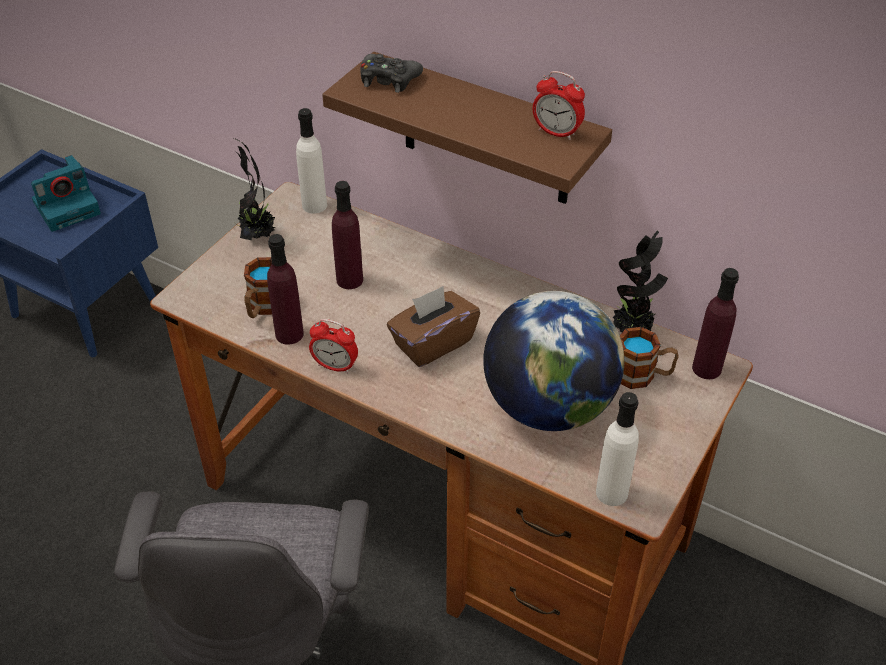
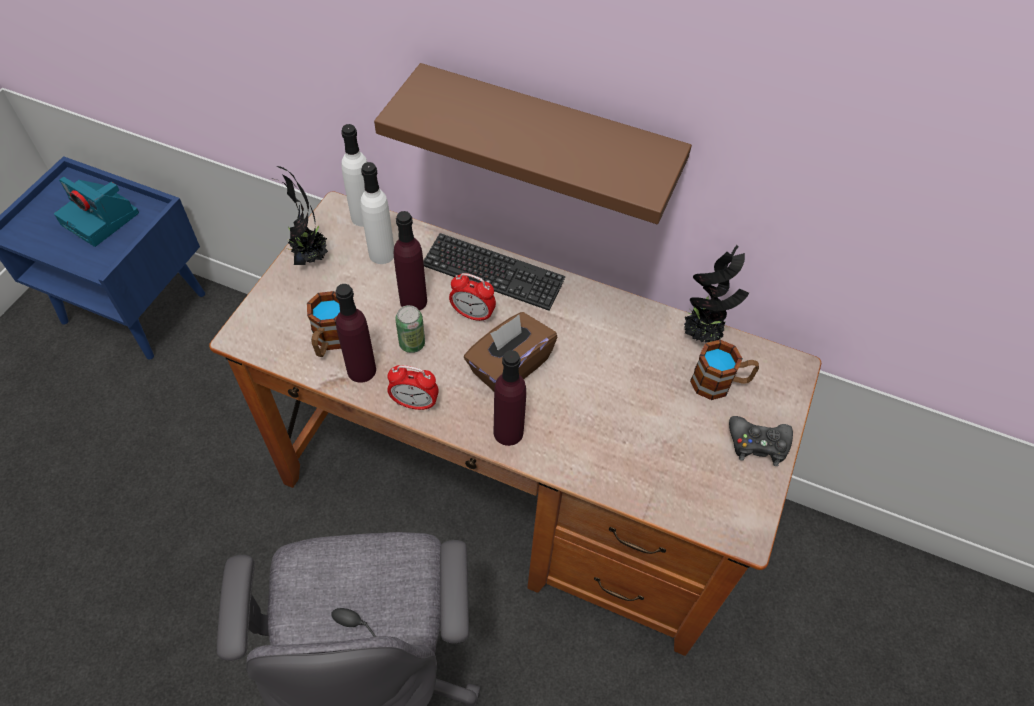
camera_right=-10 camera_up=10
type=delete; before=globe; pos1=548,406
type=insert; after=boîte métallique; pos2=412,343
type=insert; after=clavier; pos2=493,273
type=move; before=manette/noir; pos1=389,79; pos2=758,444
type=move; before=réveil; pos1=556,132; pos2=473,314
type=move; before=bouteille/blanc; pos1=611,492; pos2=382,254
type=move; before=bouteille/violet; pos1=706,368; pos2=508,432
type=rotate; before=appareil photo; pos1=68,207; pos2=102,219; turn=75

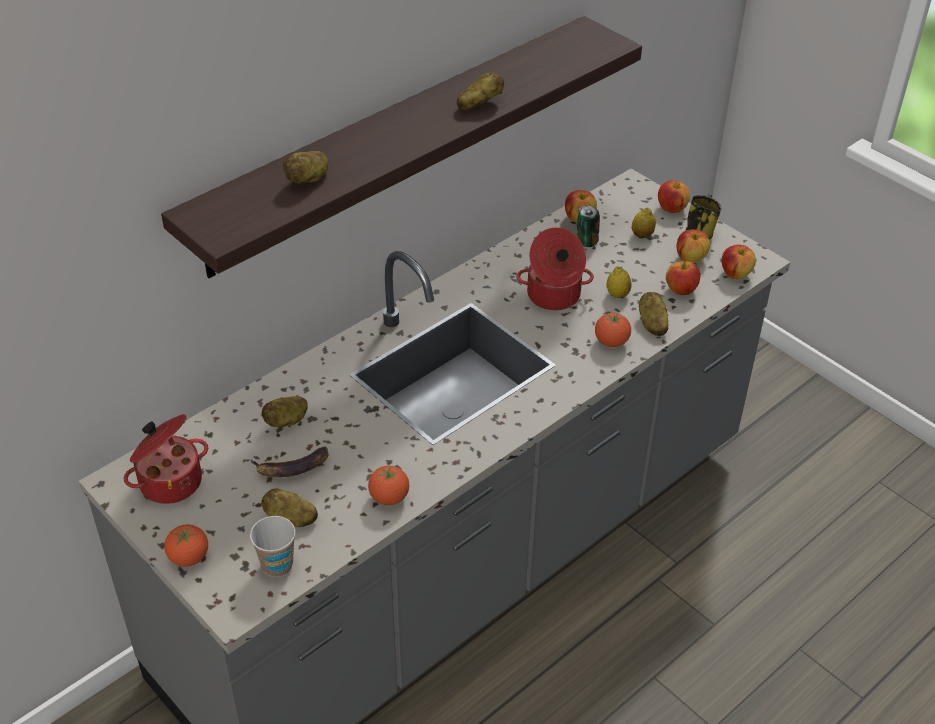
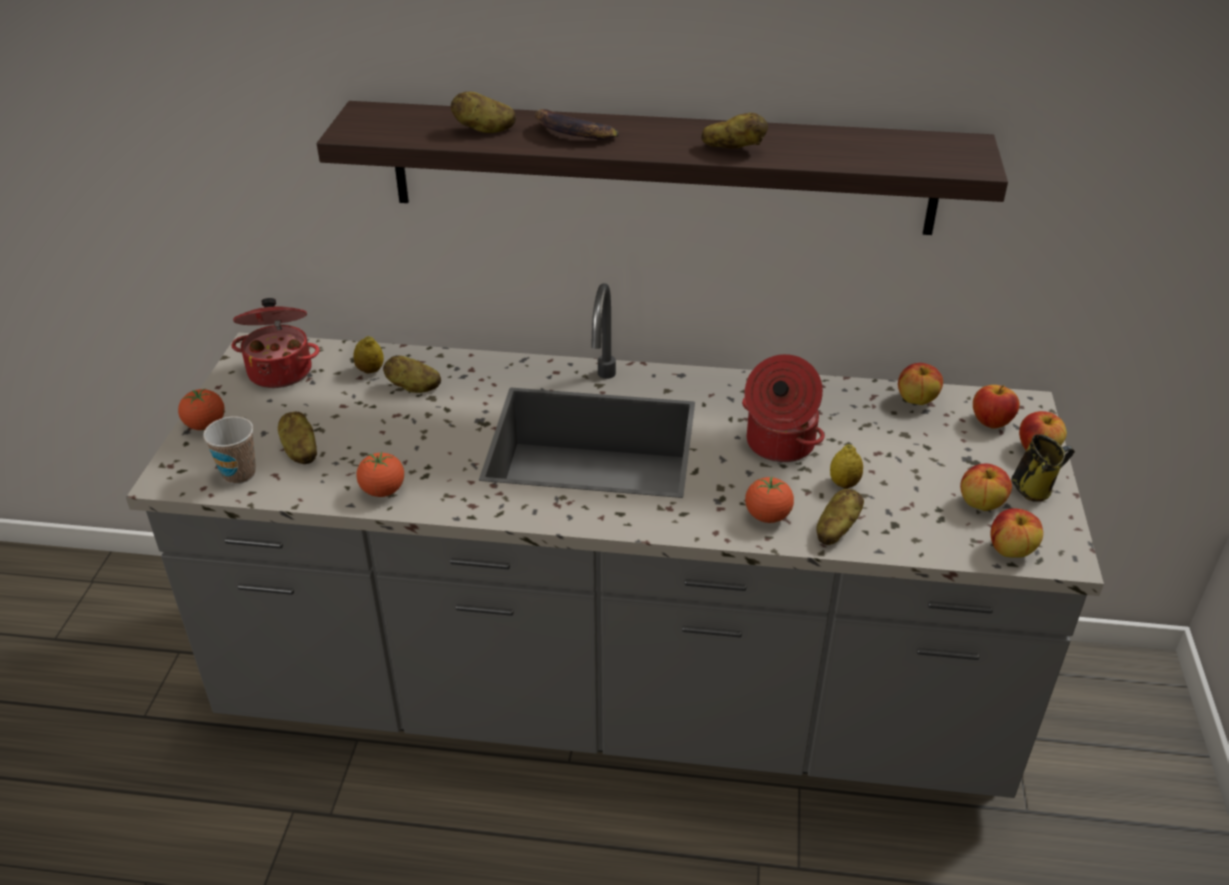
camera_right=50 camera_up=-5
type=delete; before=boîte métallique; pos1=586,241
type=move; before=banane; pos1=291,468; pos2=571,133
type=move; before=citron; pos1=642,235; pos2=370,370
type=move; before=pomme; pos1=681,290; pos2=991,422

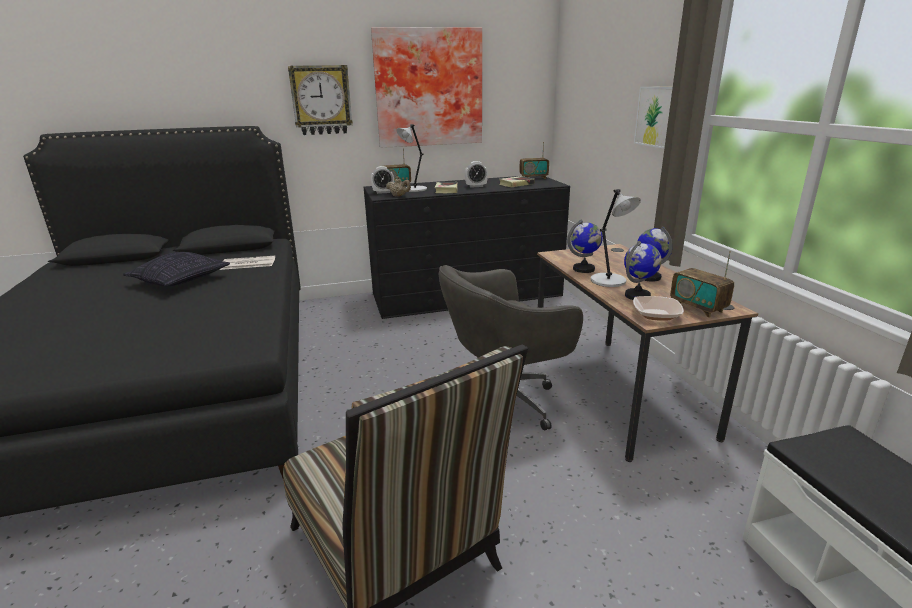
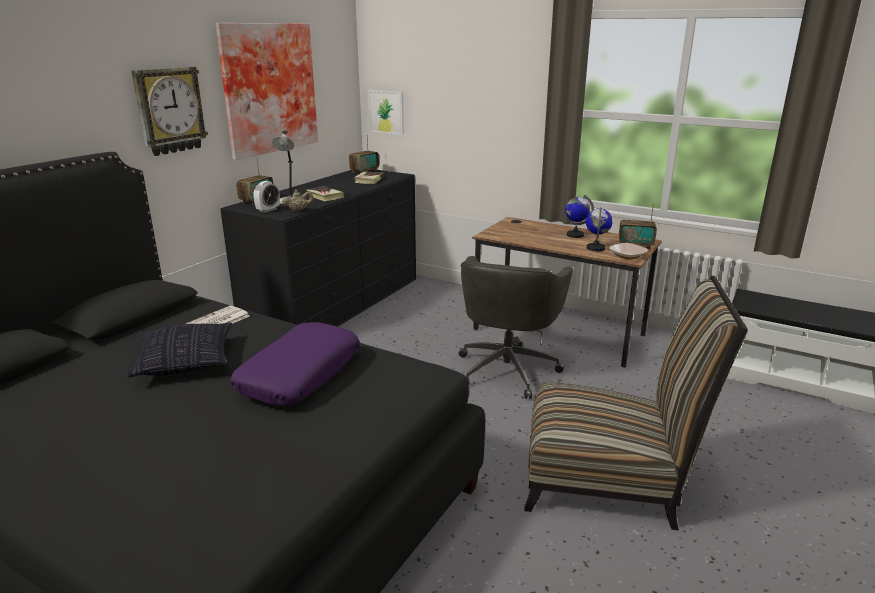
camera_right=-45 camera_up=0
type=delete; before=réveil; pos1=476,186
type=delete; before=globe; pos1=584,269
type=delete; before=lampe de table/gris; pos1=609,281
type=insert; after=coussin/violet; pos2=300,374
type=move; before=tableau; pos1=655,117; pos2=386,112

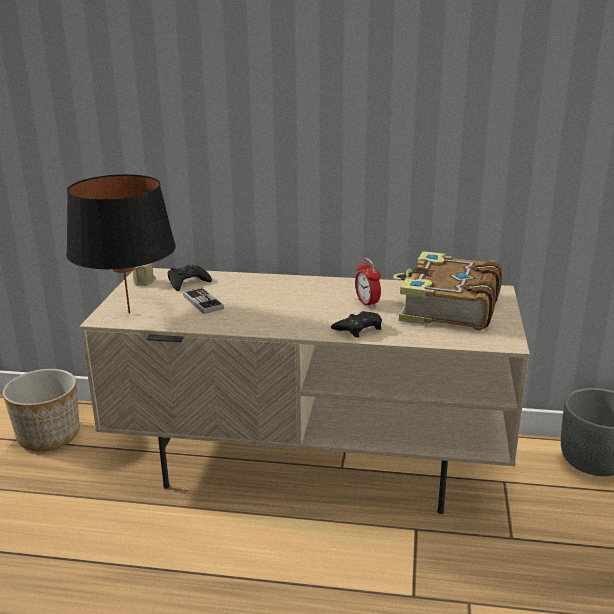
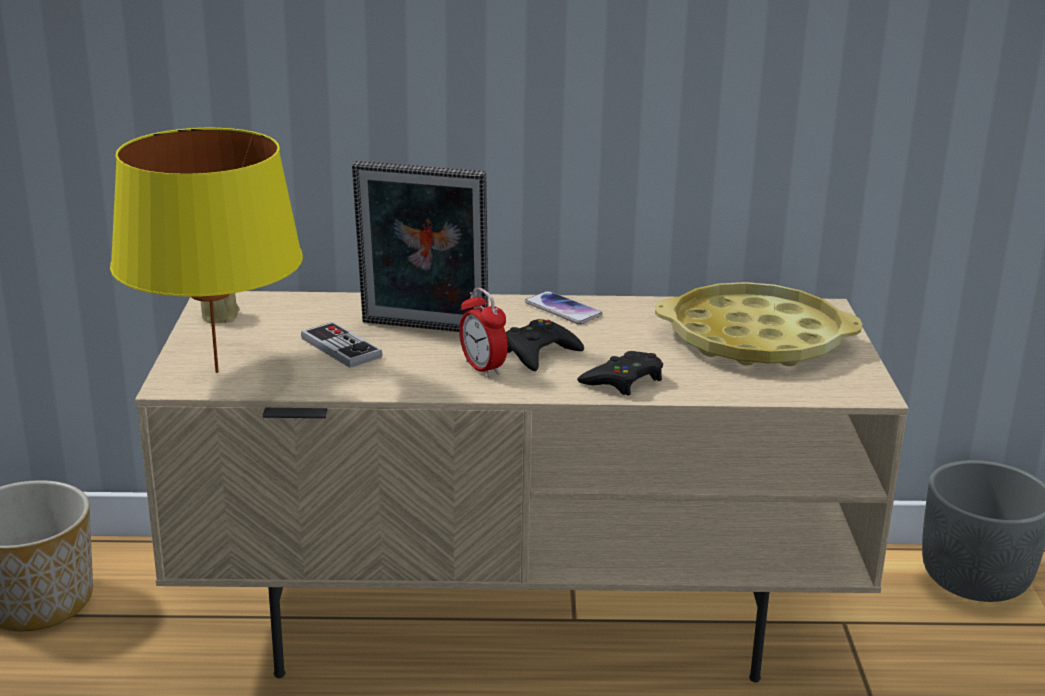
camera_right=-10 camera_up=0
type=insert; after=cadre photo; pos2=423,329
type=insert; after=téléphone; pos2=563,309
type=move; before=manette/noir; pos1=187,282; pos2=539,353
type=move; before=réveil; pos1=367,303; pos2=483,368
type=replace; before=livre; after=plateau/jaune; pos1=447,308; pos2=755,339
type=recolor; before=lampe de table/noir; after=lampe de table/jaune; pos1=129,312; pos2=216,371

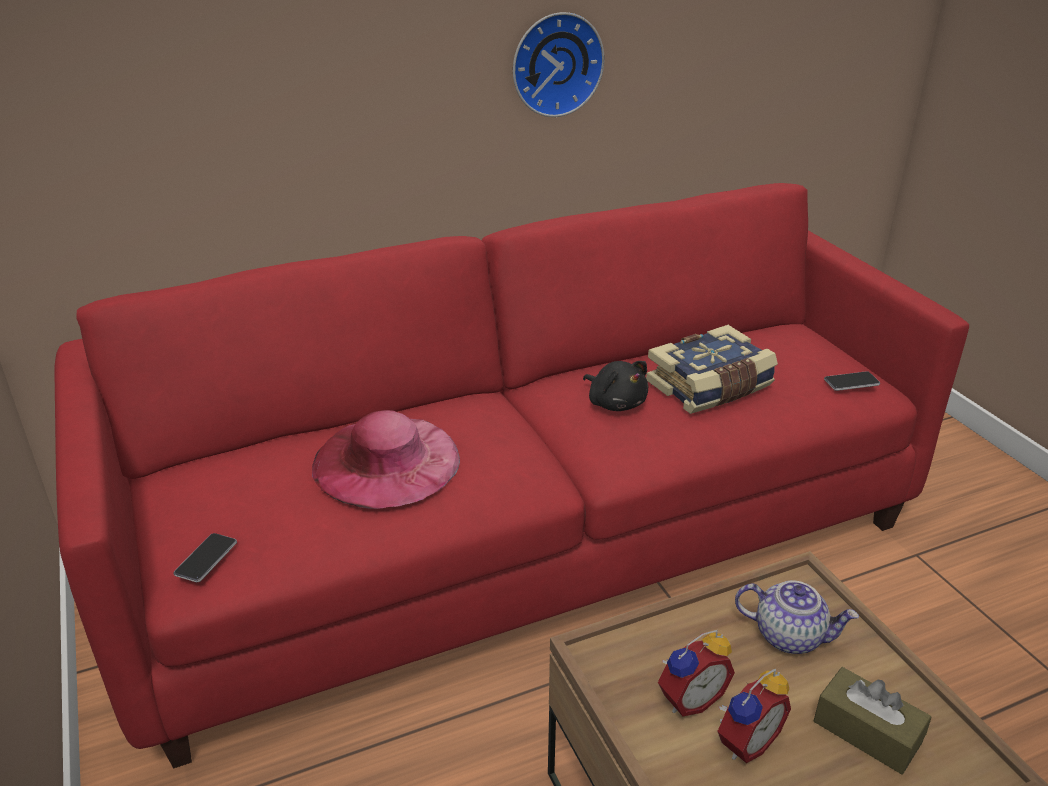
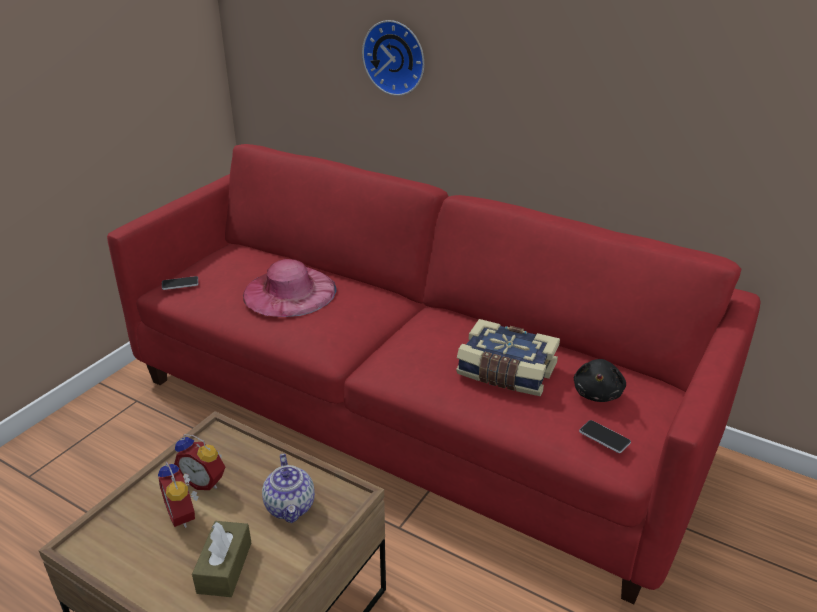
camera_right=55 camera_up=0
type=move; before=horloge murale; pos1=555,64; pos2=396,57
type=move; before=peluche/noir; pos1=615,403; pos2=597,393
type=rotate; before=réveil; pos1=744,741; pos2=184,514; turn=45

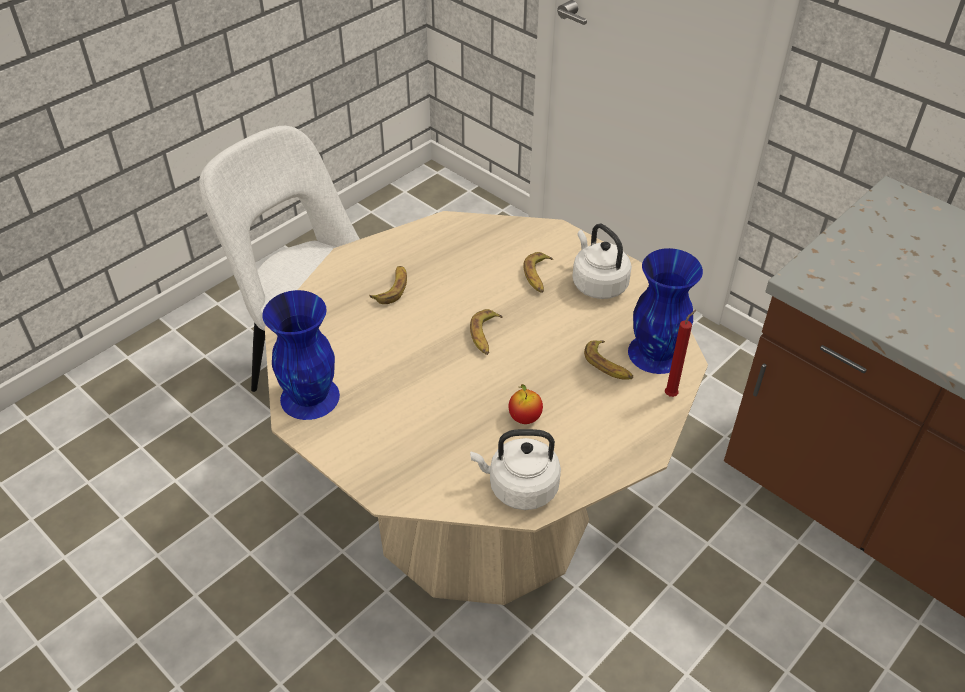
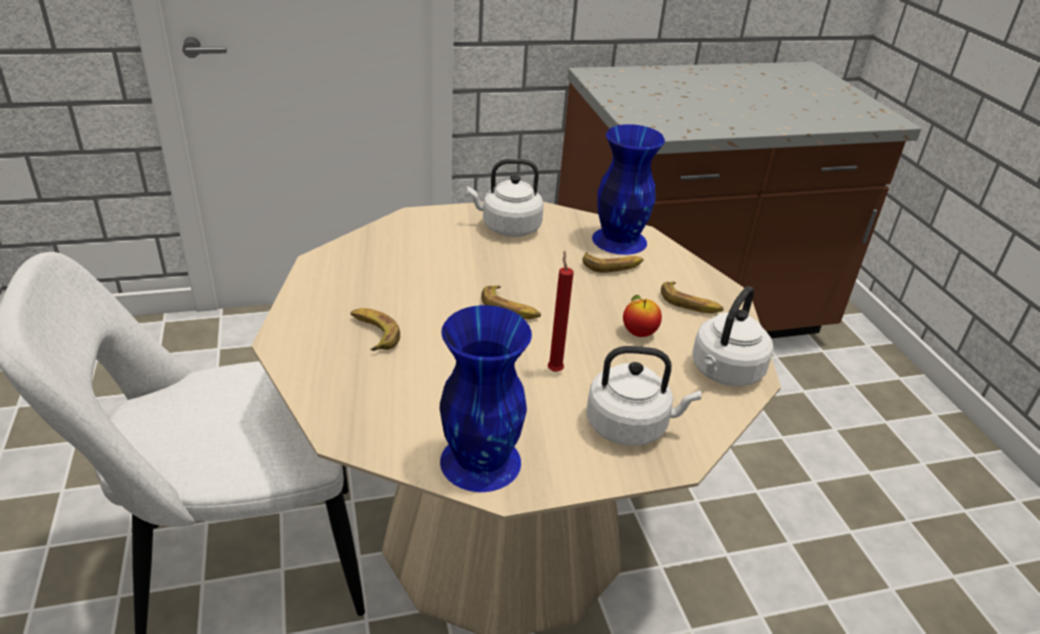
camera_right=-60 camera_up=-10
type=insert; after=bouilloire/blanc; pos2=630,426
type=move; before=banane; pos1=538,276; pos2=690,304
type=move; before=bougie/rouge; pos1=672,394; pos2=554,369

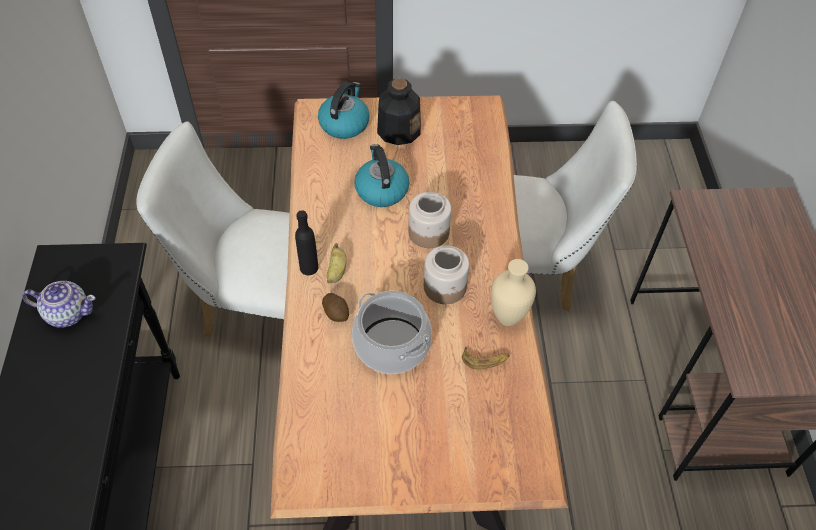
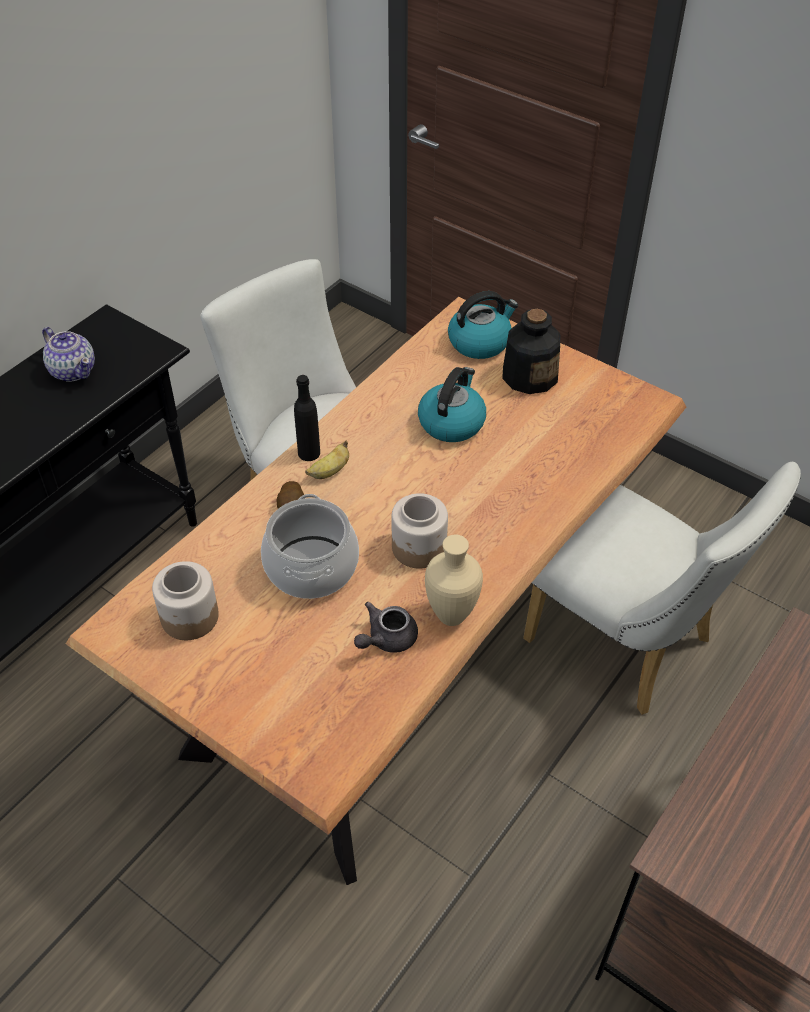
camera_right=40 camera_up=-5
type=move; before=bocal; pos1=428,232; pos2=189,617
type=replace; before=banane; after=théière/gris; pos1=485,360; pos2=386,639

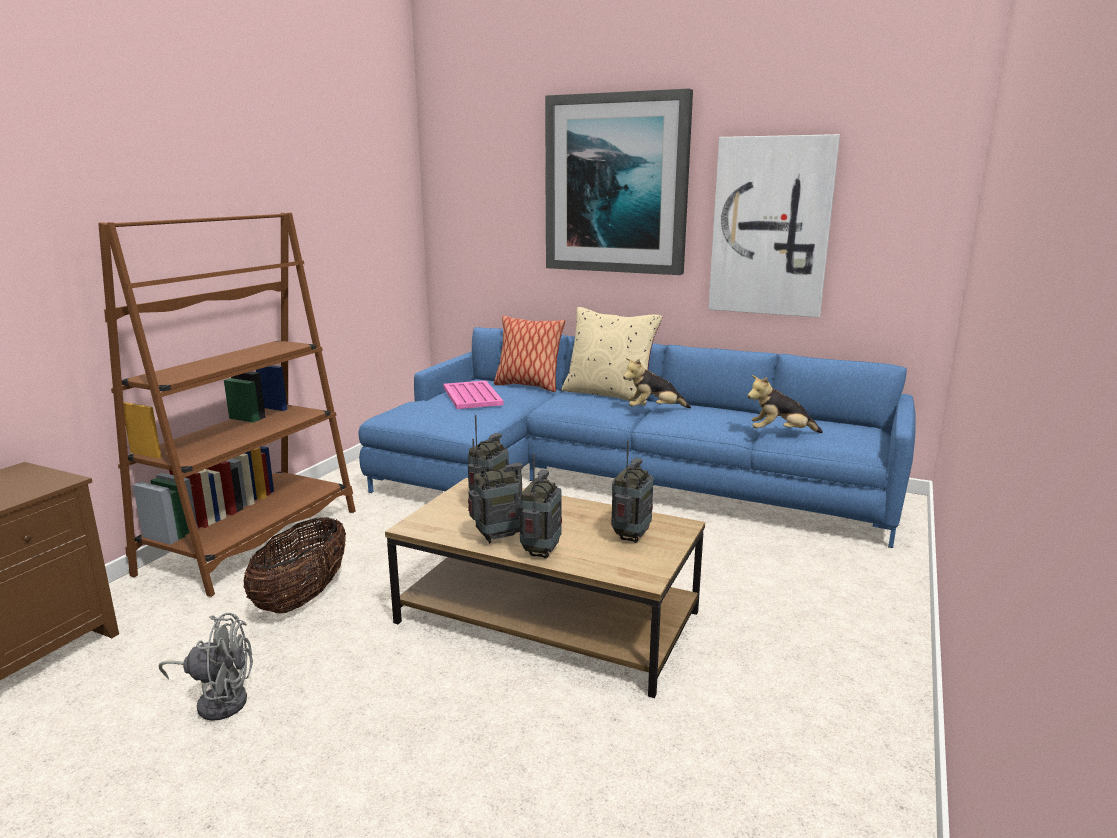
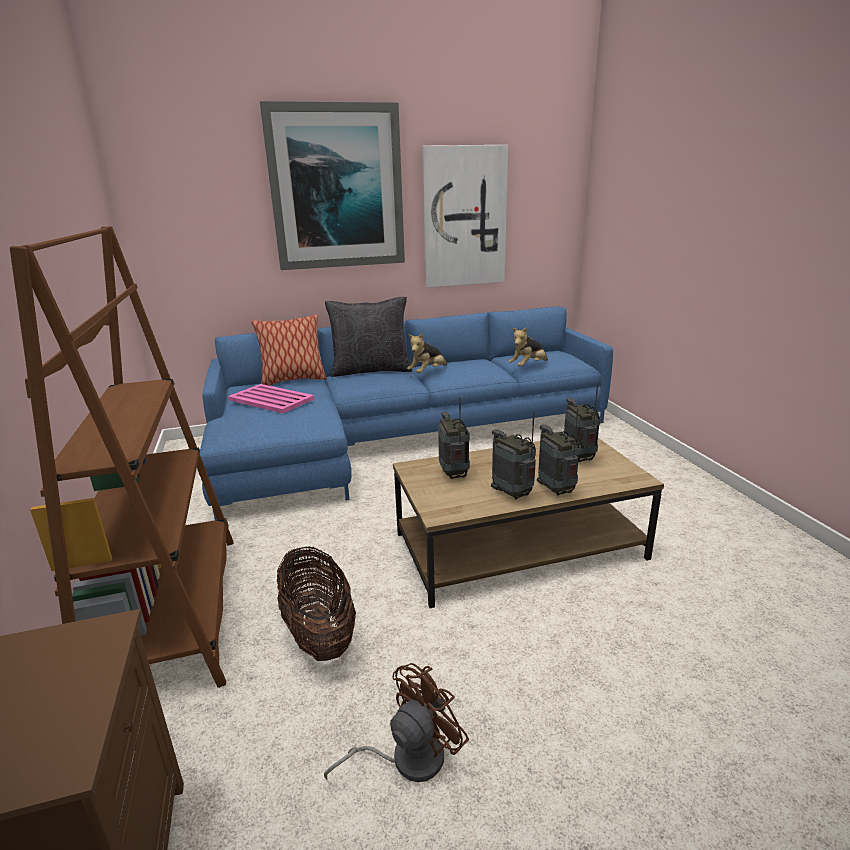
camera_right=-40 camera_up=5
type=recolor; before=ventilateur/gris; after=ventilateur/marron; pos1=218,700; pos2=407,758
type=recolor; before=coussin/beige; after=coussin/noir; pos1=609,394; pos2=371,371
type=rotate; before=radio; pos1=498,538; pos2=513,494; turn=-60

